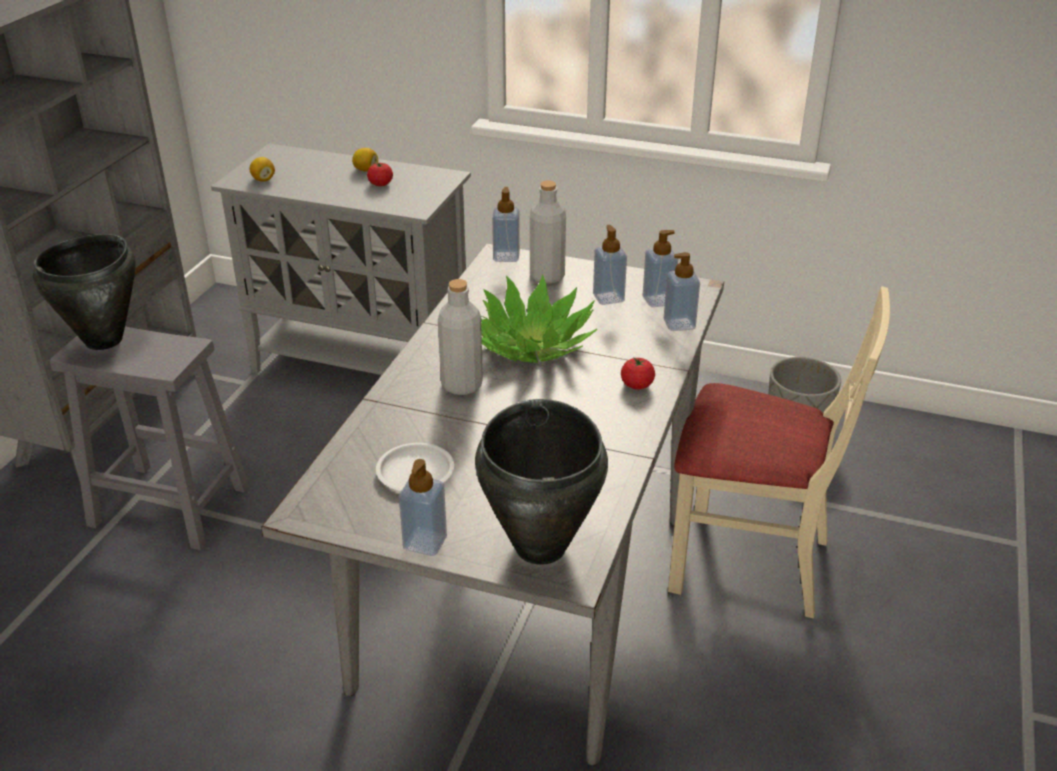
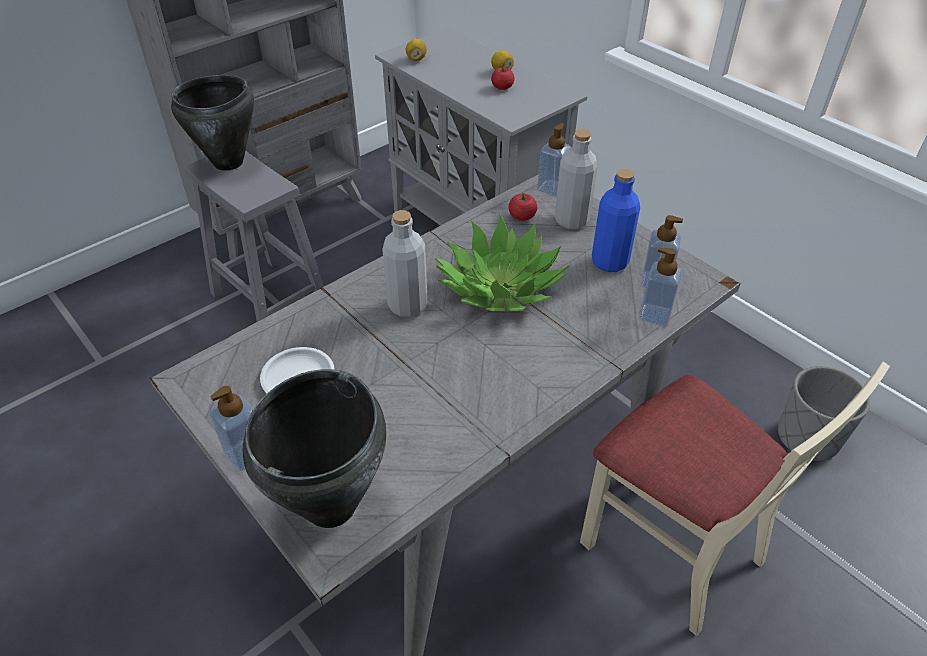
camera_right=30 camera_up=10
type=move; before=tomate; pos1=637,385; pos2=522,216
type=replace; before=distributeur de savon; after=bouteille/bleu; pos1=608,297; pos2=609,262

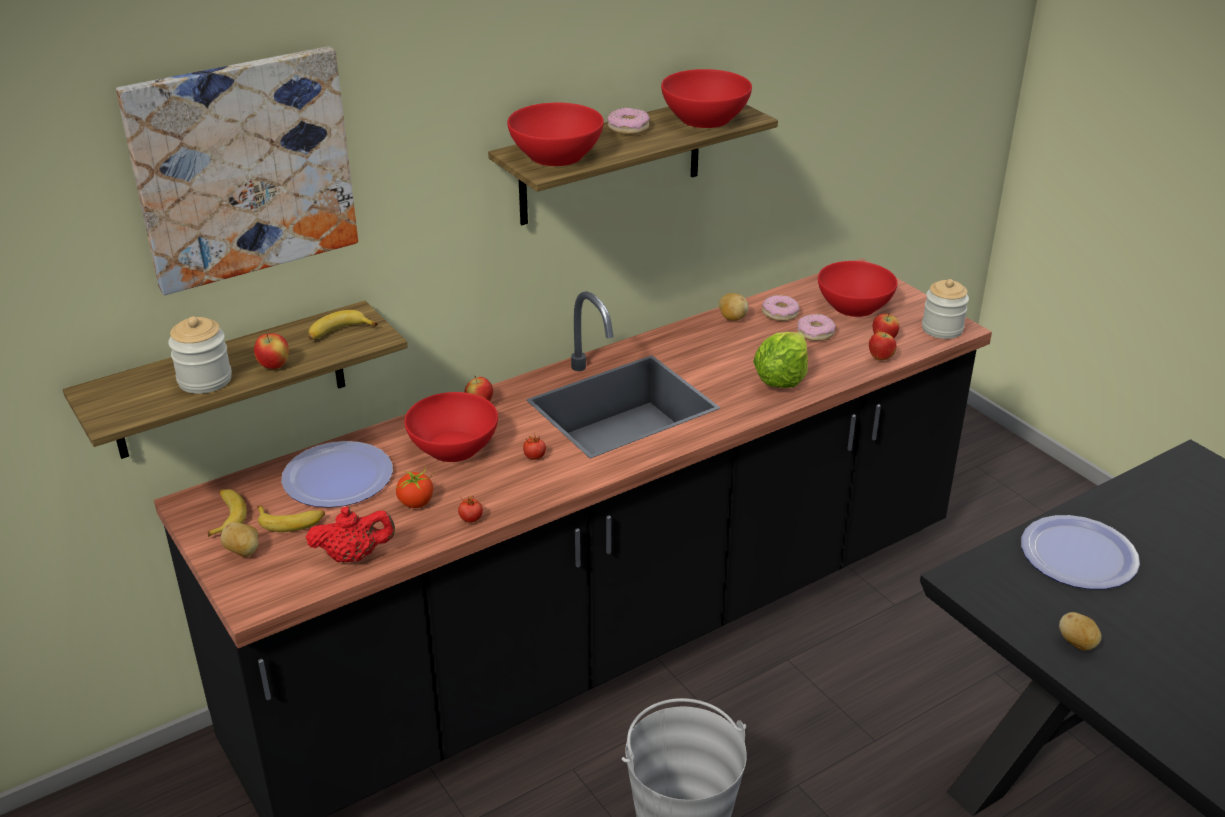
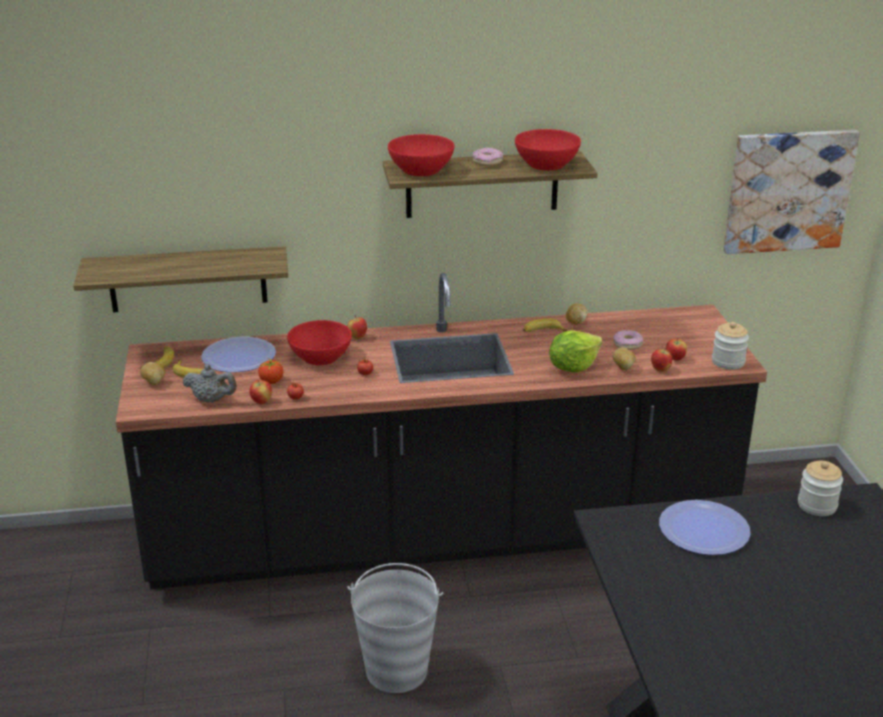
camera_right=25 camera_up=-5
type=delete; before=beignet; pos1=780,313
type=delete; before=bol/rouge; pos1=854,306
type=move; before=tableau; pos1=243,168; pos2=788,191
type=move; before=bocal; pos1=205,380; pos2=817,505
type=move; before=pomme; pos1=274,366; pos2=262,402
type=move; before=banane; pos1=339,333; pos2=542,331
type=move; before=pomme de terre; pos1=1077,644; pos2=623,368
type=recolor; before=théière/rouge; after=théière/gris; pos1=353,556; pos2=211,400

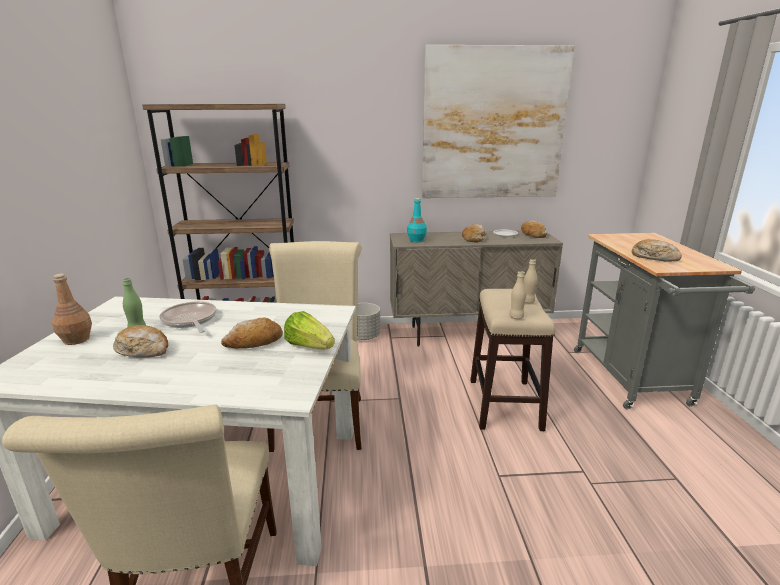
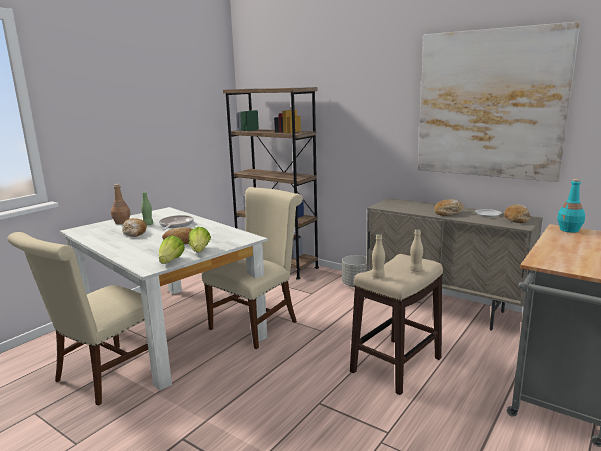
camera_right=40 camera_up=-5
type=delete; before=pain; pos1=654,257
type=insert; after=laitue; pos2=171,261
type=move; before=bouteille/turquoise; pos1=417,240; pos2=569,230

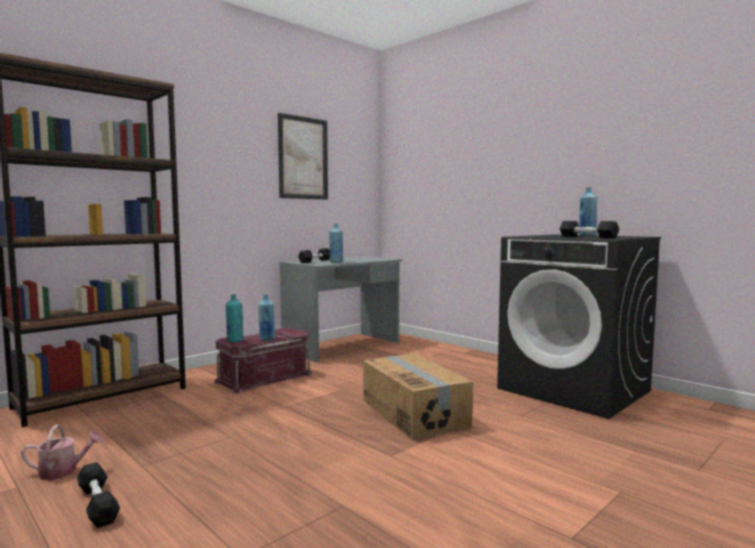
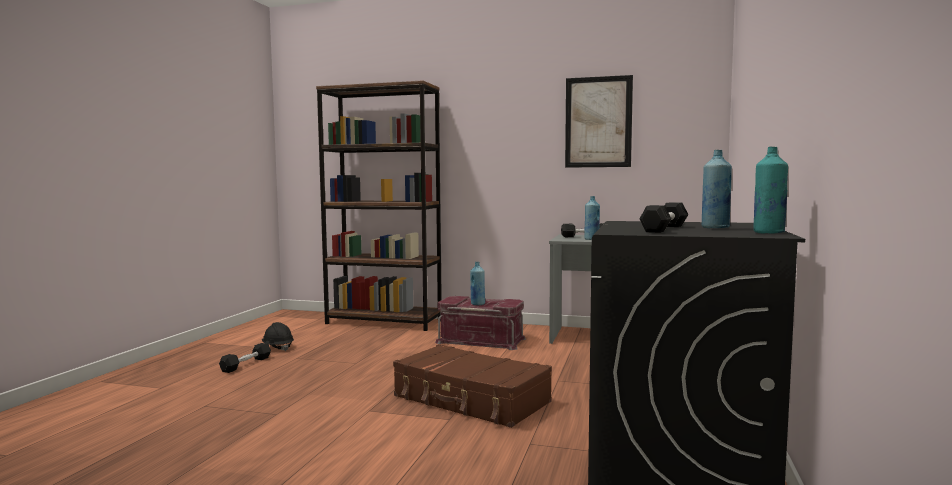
camera_right=60 camera_up=0
type=move; before=bouteille/turquoise; pos1=235,341; pos2=768,233
type=replace; before=arrosoir; after=casque de chantier/noir; pos1=63,471; pos2=277,347
type=replace; before=carton; after=valise/marron; pos1=414,413; pos2=471,400

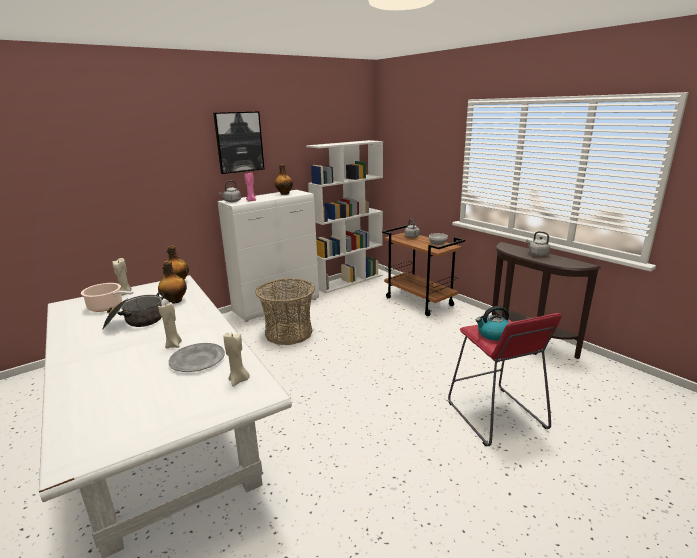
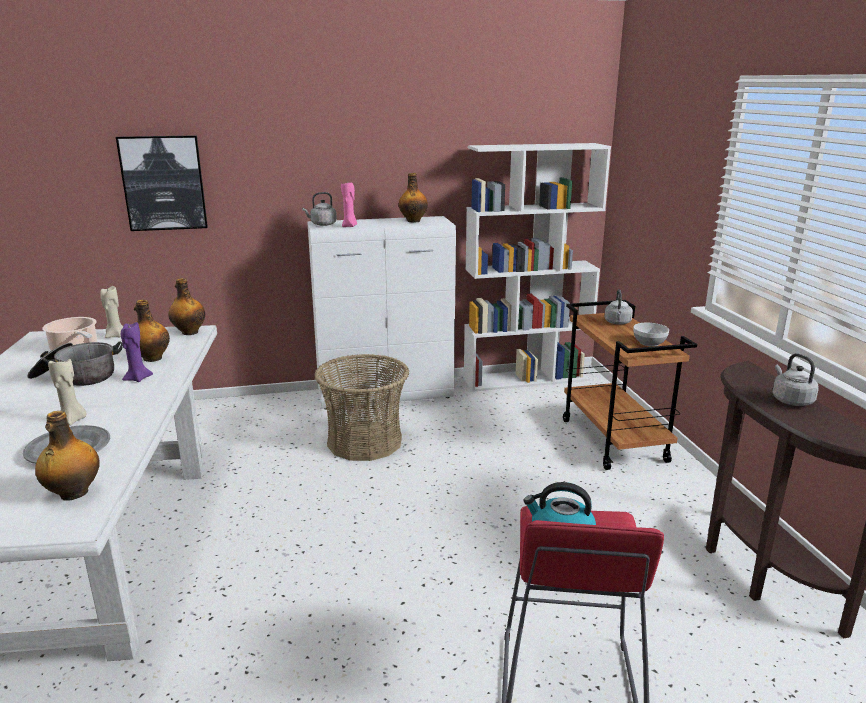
camera_right=25 camera_up=0
type=insert; after=bougie/violet; pos2=137,378
type=move; before=tableau; pos1=239,142; pos2=163,183
type=replace; before=bougie/beige; after=bouteille; pos1=239,380; pos2=73,494

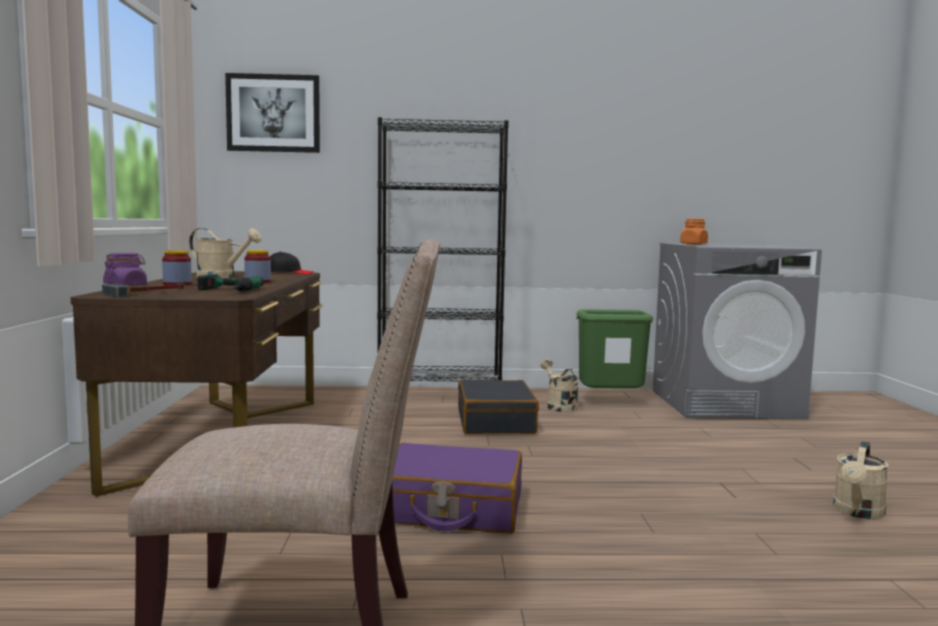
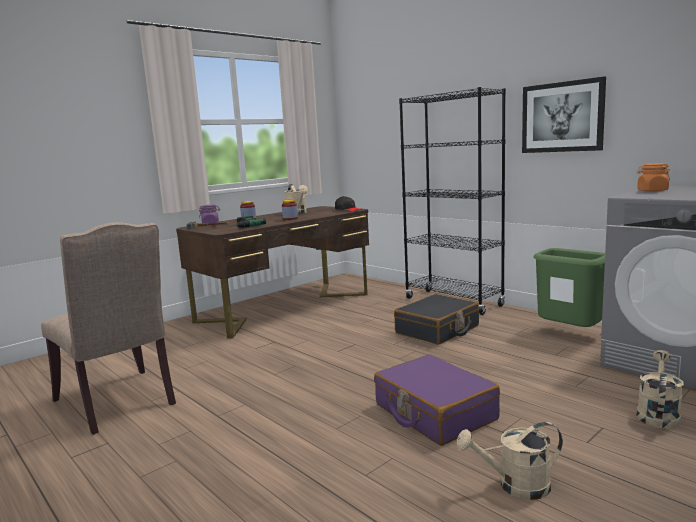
camera_right=50 camera_up=5
type=move; before=tableau; pos1=273,113; pos2=562,117
type=move; before=valise/violet; pos1=452,508; pos2=434,412
type=move; before=arrosoir/beige; pos1=559,406; pos2=657,414

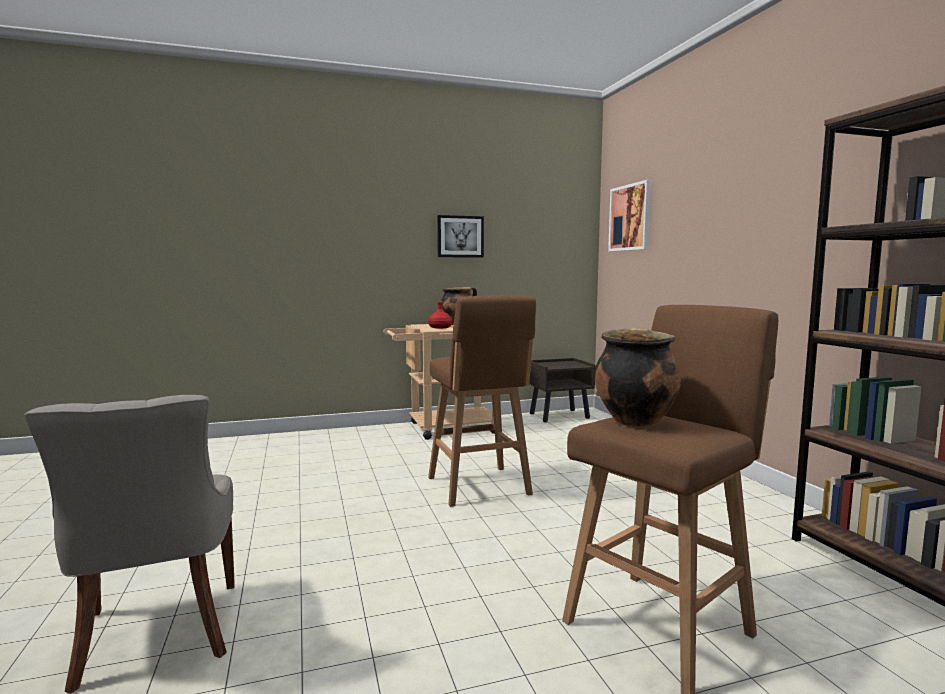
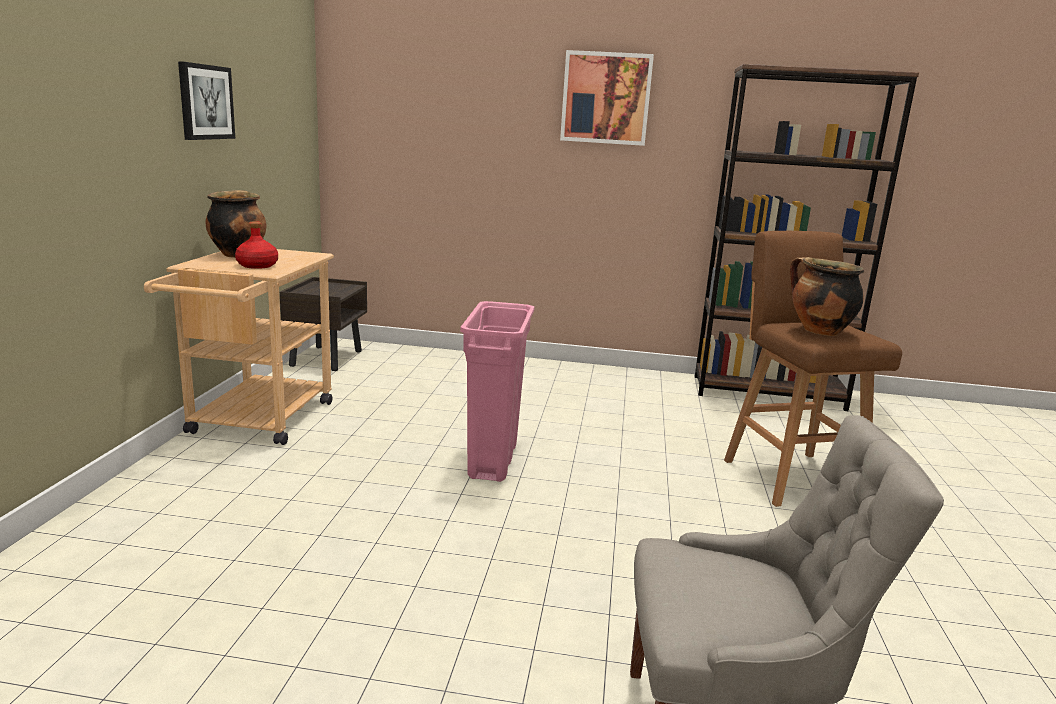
camera_right=-65 camera_up=10
type=move; before=tableau; pos1=630,217; pos2=606,98
type=replace; before=tabouret/marron; after=poubelle/rose; pos1=479,487; pos2=493,461

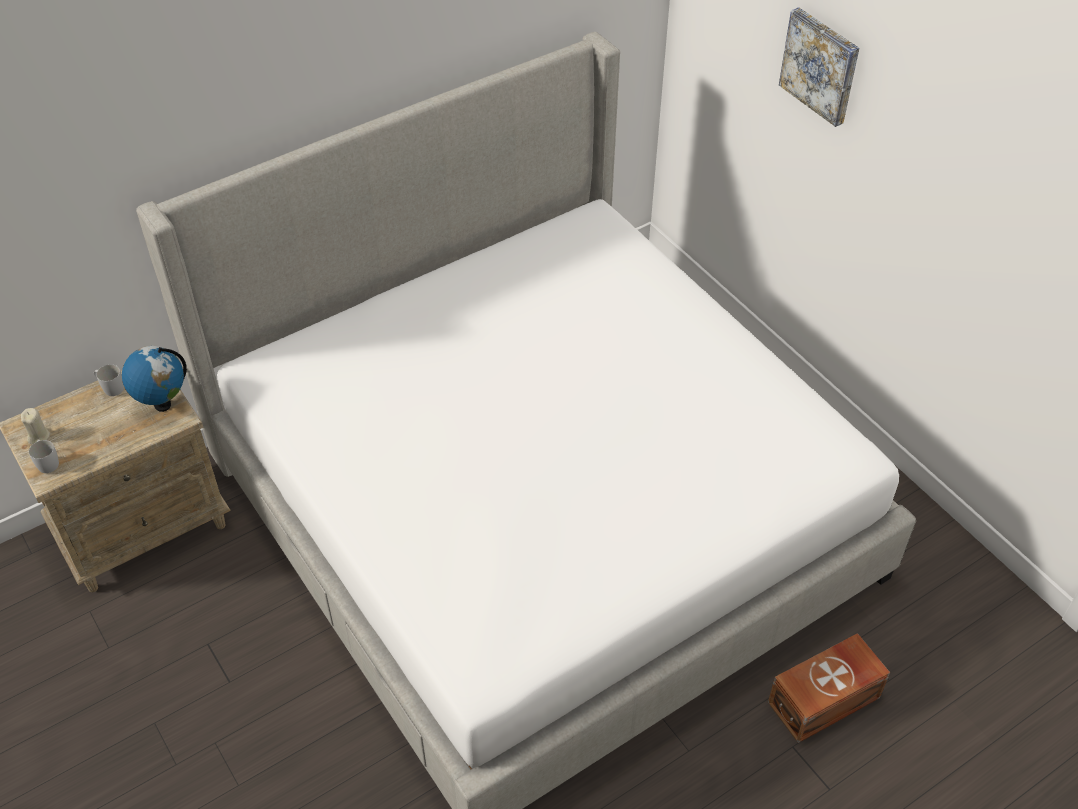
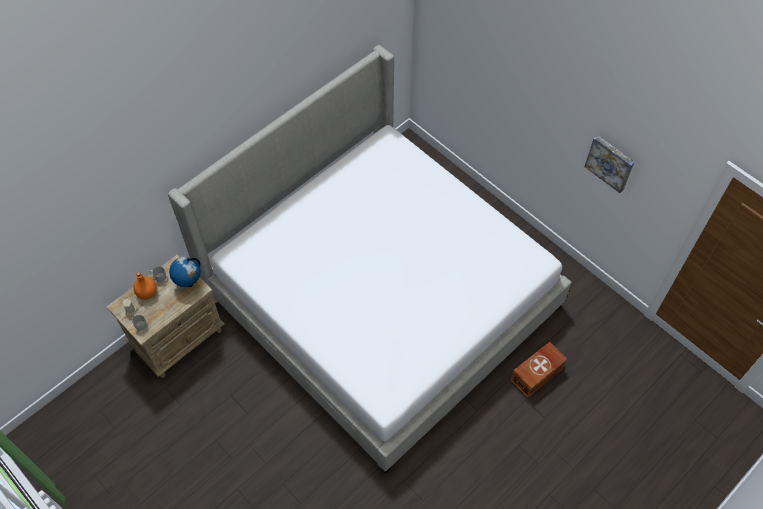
camera_right=-10 camera_up=10
type=insert; after=bouteille/orange; pos2=147,293
type=move; before=tableau; pos1=821,65; pos2=610,163

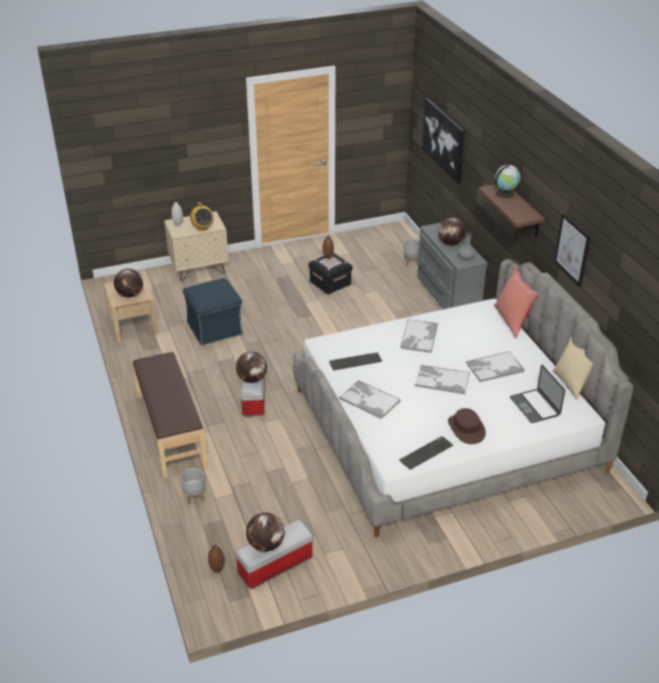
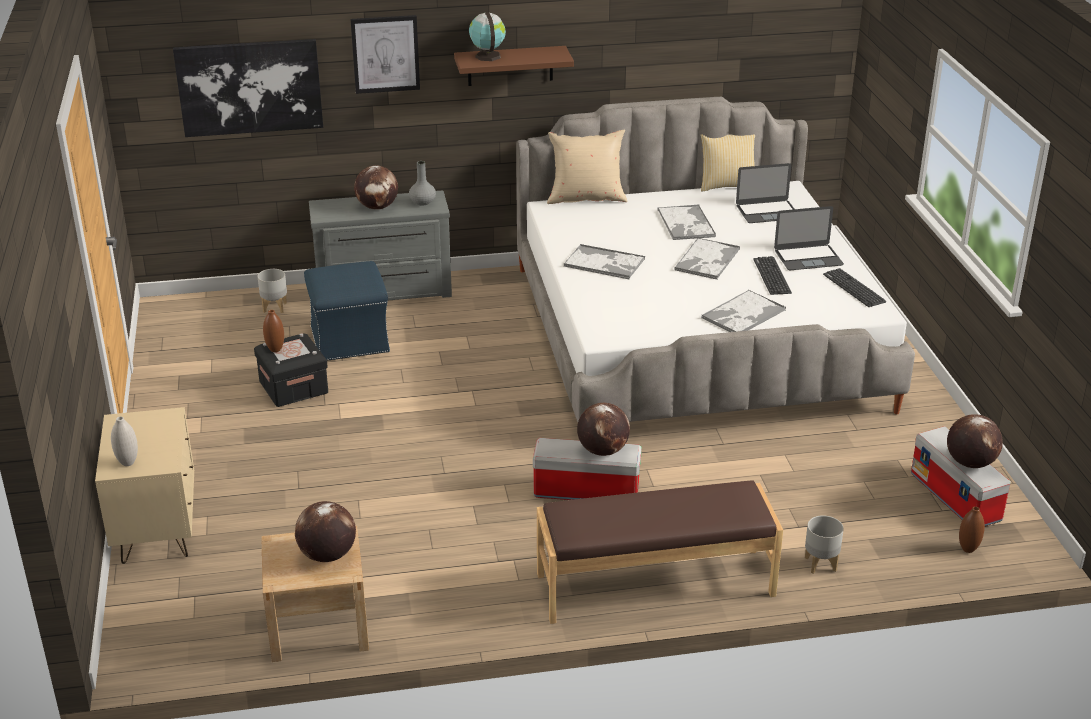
camera_right=-80 camera_up=-5
type=delete; before=radio; pos1=202,228
type=move; before=pouf/bleu; pos1=215,328; pos2=349,339
type=move; before=clavier; pos1=355,361; pos2=772,276
type=move; before=tableau; pos1=572,249; pos2=385,54
type=replace; before=chapeau/marron; after=ordinateur portable; pos1=466,429; pos2=808,257
type=recolor; before=coussin/rouge; after=coussin/beige; pos1=512,320; pos2=586,198

